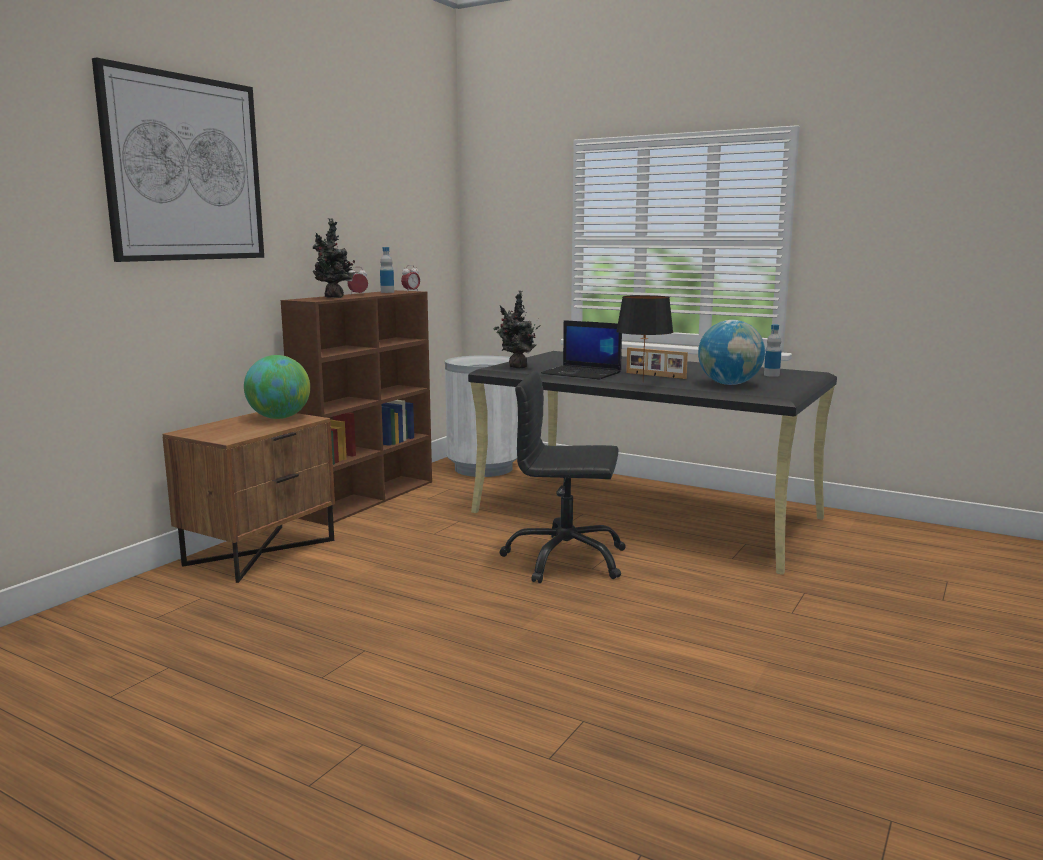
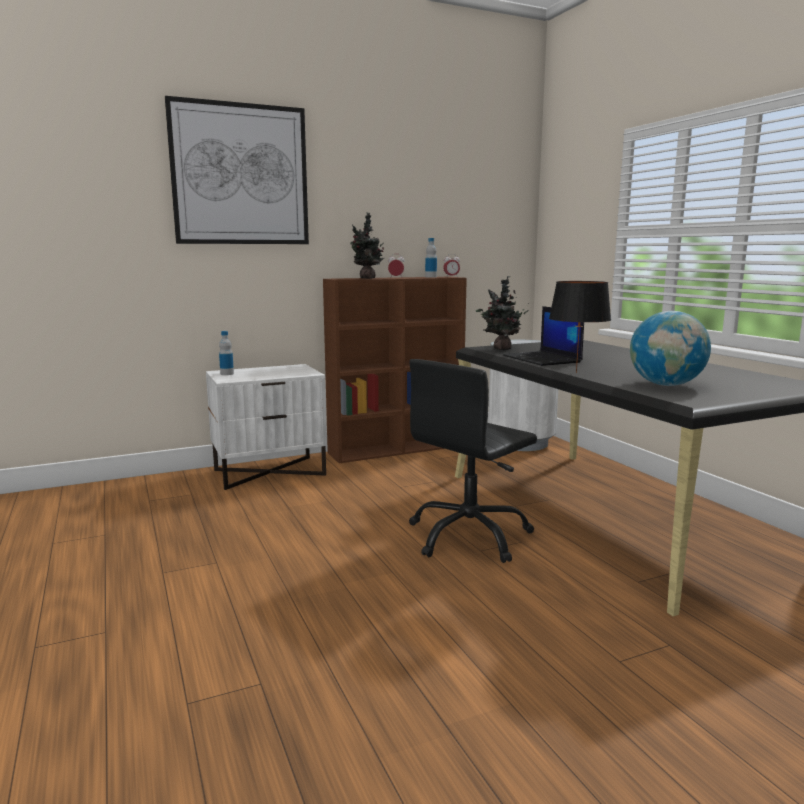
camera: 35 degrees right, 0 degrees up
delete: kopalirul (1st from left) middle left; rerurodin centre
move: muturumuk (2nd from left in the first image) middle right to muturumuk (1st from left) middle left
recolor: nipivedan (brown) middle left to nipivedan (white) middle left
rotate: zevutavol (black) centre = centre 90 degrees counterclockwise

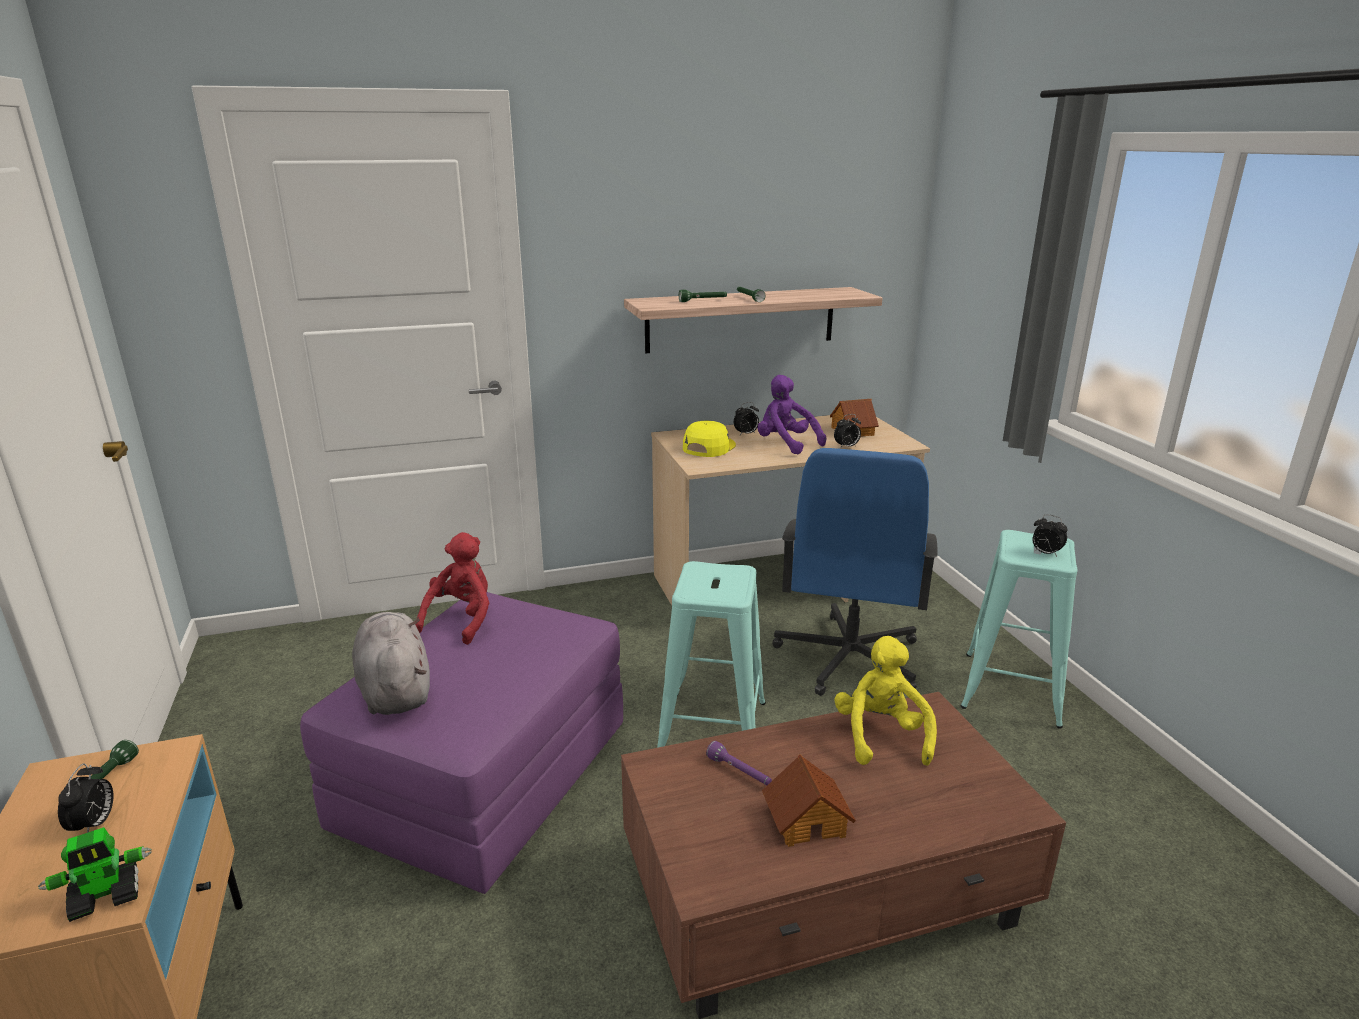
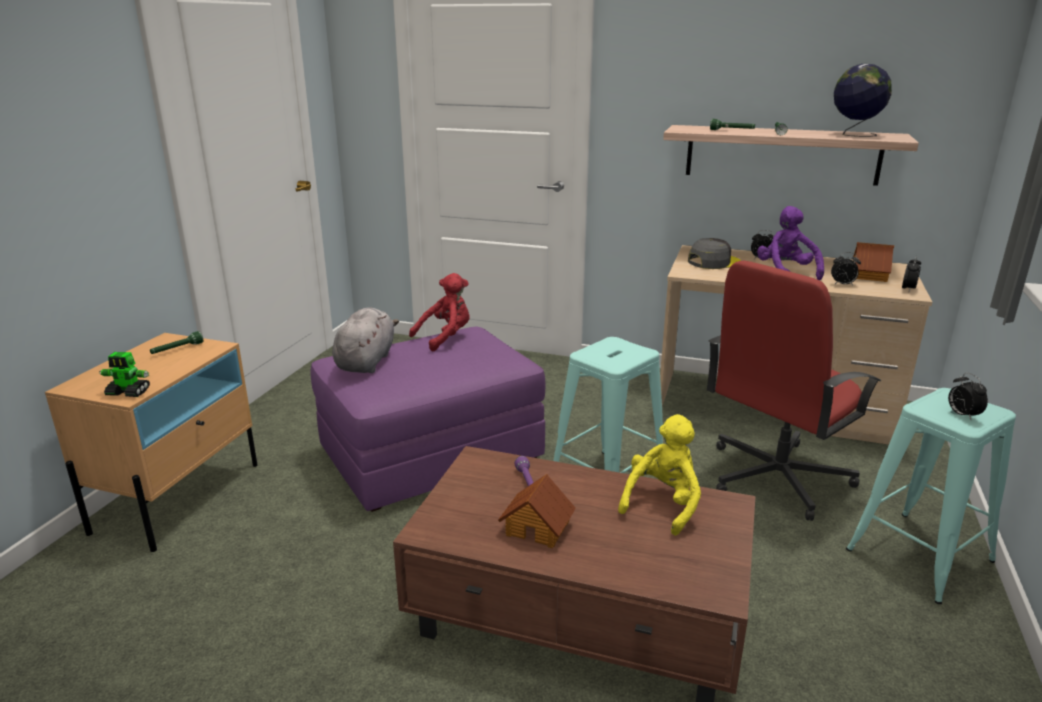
camera: 35 degrees right, 0 degrees up
insert: kopalirul top right
move: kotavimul (1st from left in the first image) bottom left to kotavimul (3rd from left) middle right
recolor: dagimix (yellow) centre to dagimix (grey) middle right; zevutavol (blue) centre to zevutavol (red) middle right

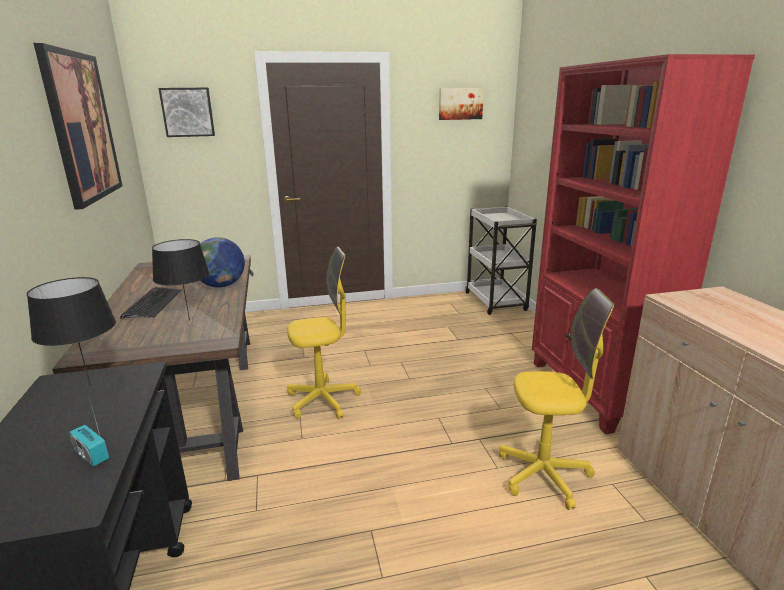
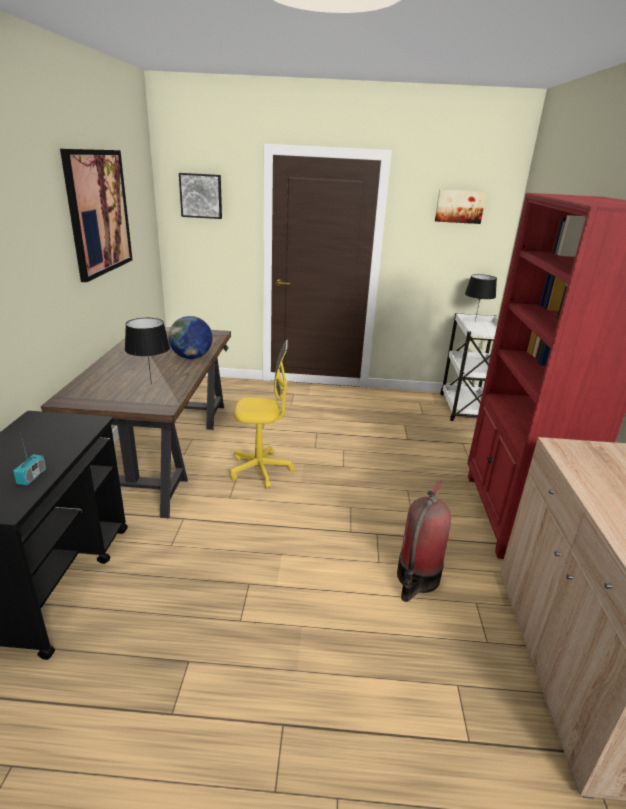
camera: 15 degrees right, 5 degrees up
delete: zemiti middle left
move: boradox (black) (1st from left in the first image) middle left to boradox (black) (2nd from left) middle right
replace: zevutavol (yellow) (2nd from left) bottom right to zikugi bottom right
rotate: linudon bottom left = middle left 135 degrees counterclockwise

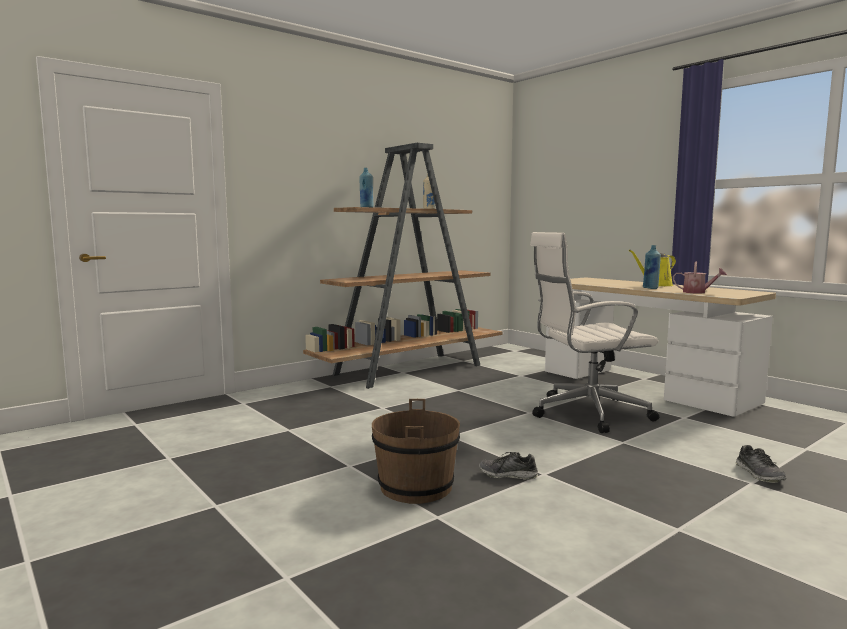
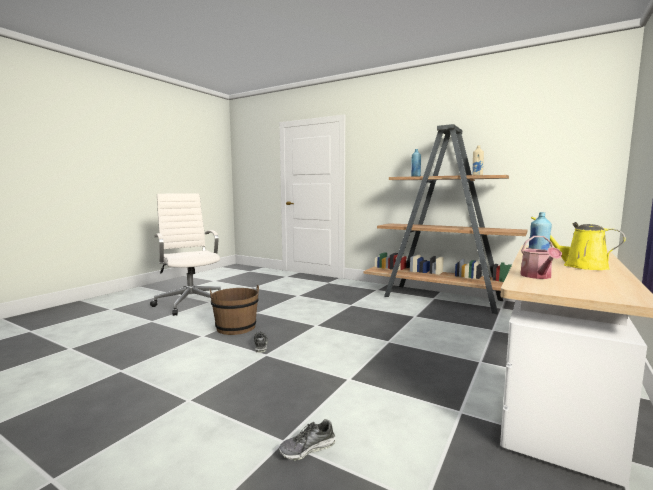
camera: 70 degrees right, 0 degrees up
move: zevutavol (white) middle right to middle left

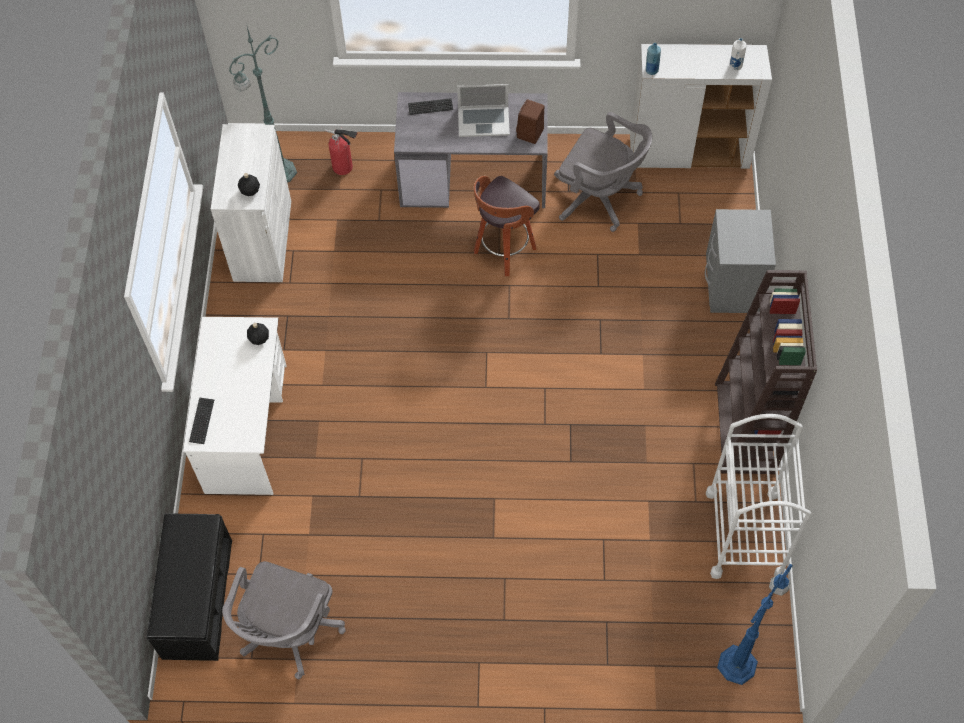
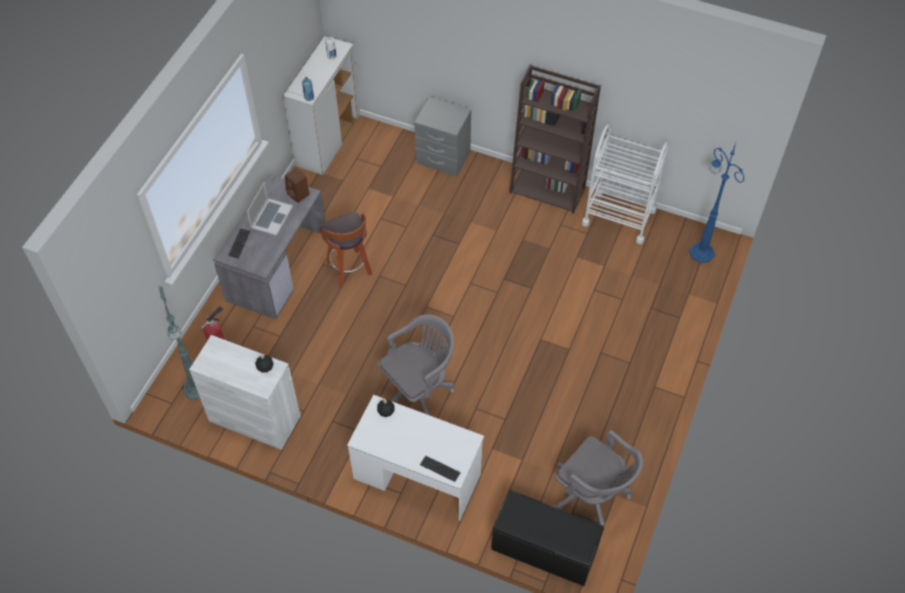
camera: 70 degrees left, 5 degrees down
move: zevutavol (grey) (2nd from left in the first image) top centre to zevutavol (grey) (1st from left) centre

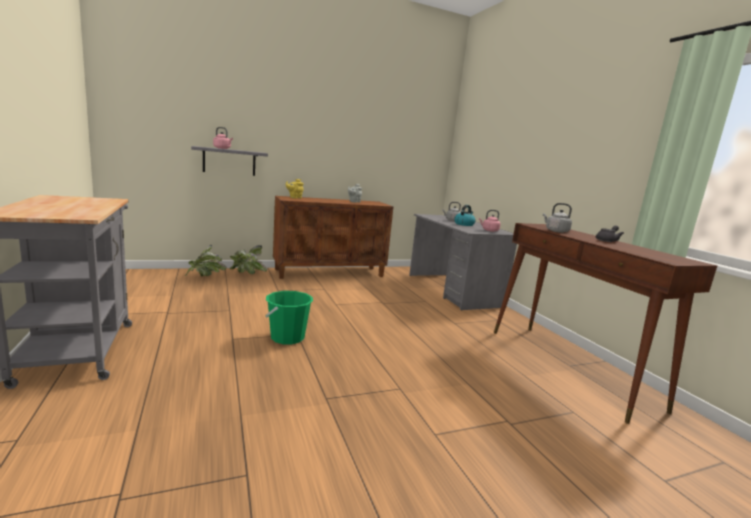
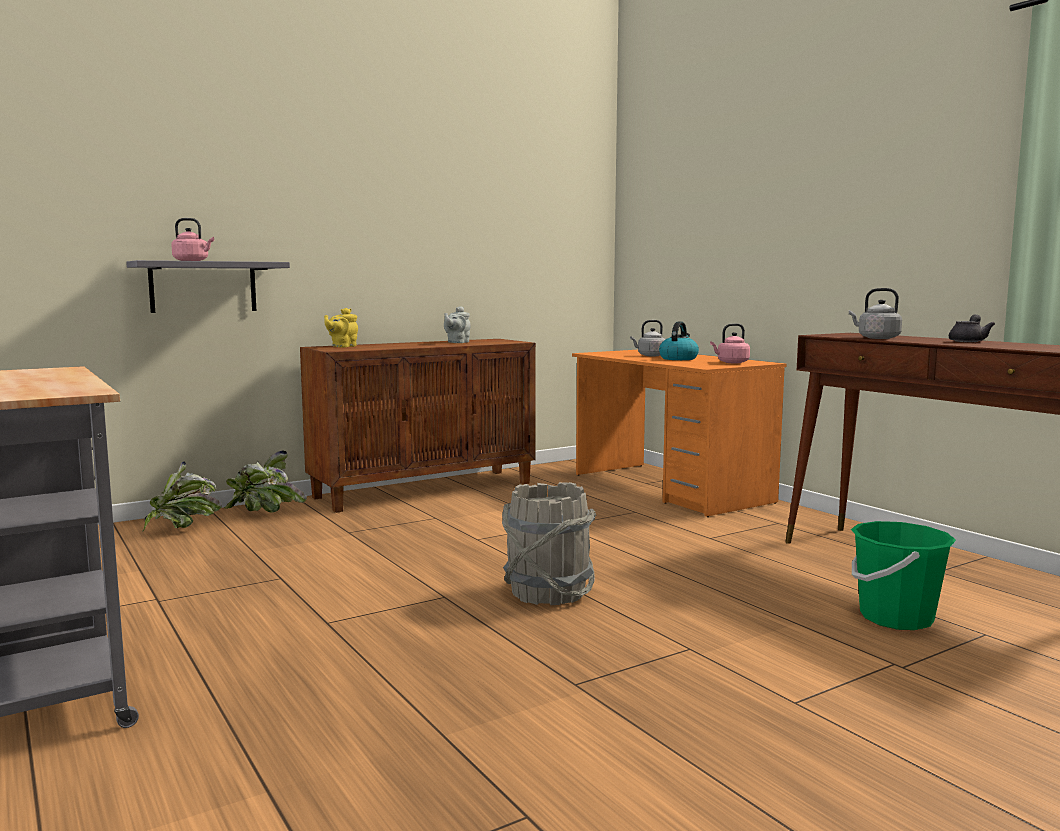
camera: 10 degrees left, 5 degrees down
insert: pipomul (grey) centre
move: pipomul (green) centre to bottom right
recolor: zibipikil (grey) centre to zibipikil (orange) centre

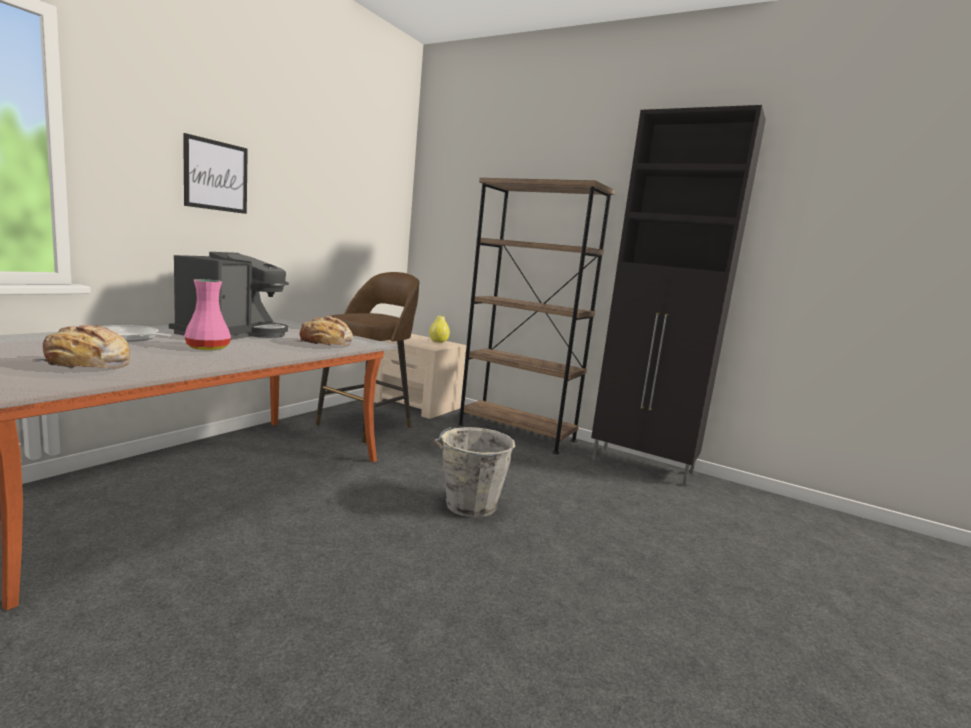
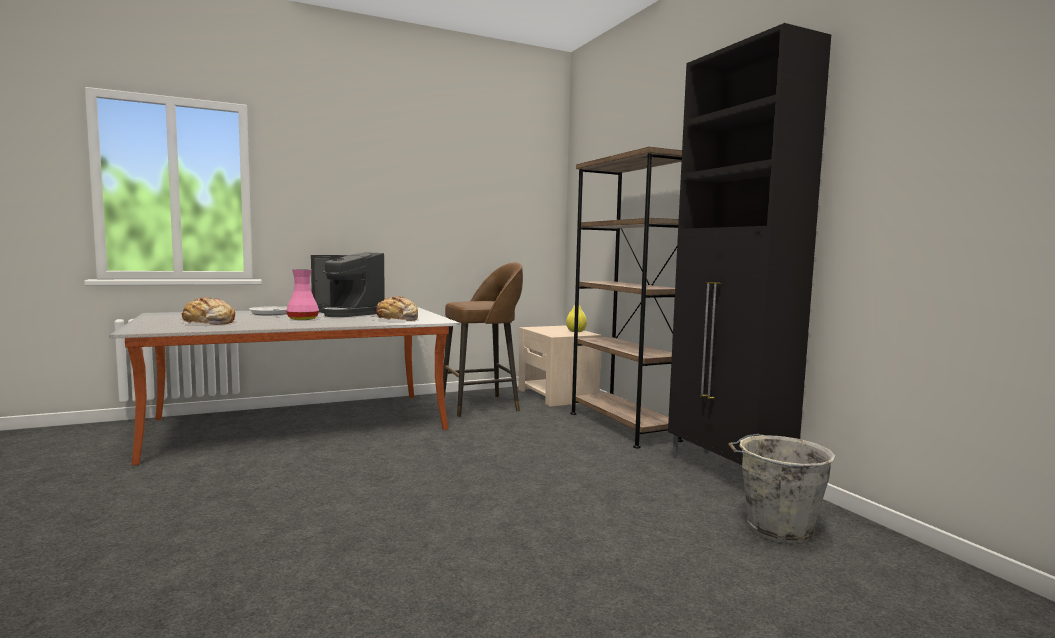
camera: 35 degrees right, 5 degrees down
delete: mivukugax top left
move: pipomul (grey) centre to bottom right
rotate: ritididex middle left = middle left 75 degrees clockwise

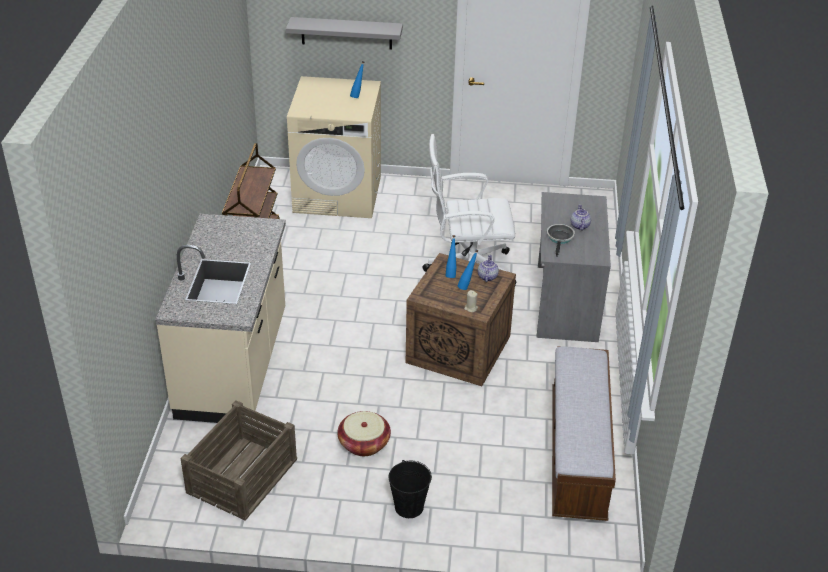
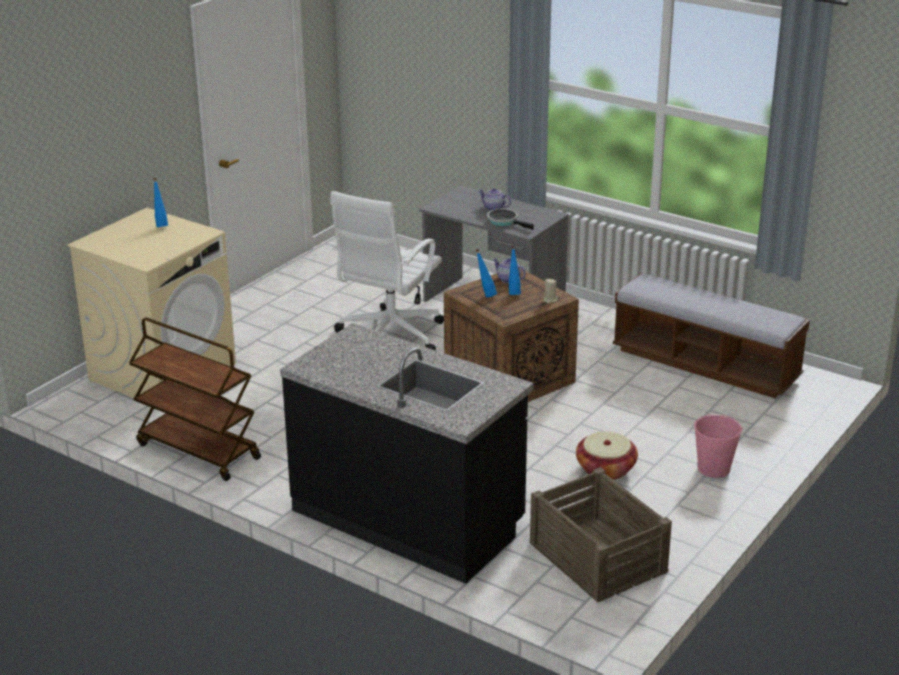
camera: 60 degrees left, 10 degrees down
delete: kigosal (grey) top centre
recolor: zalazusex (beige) middle left to zalazusex (black) bottom centre; pipomul (black) bottom centre to pipomul (pink) middle right

